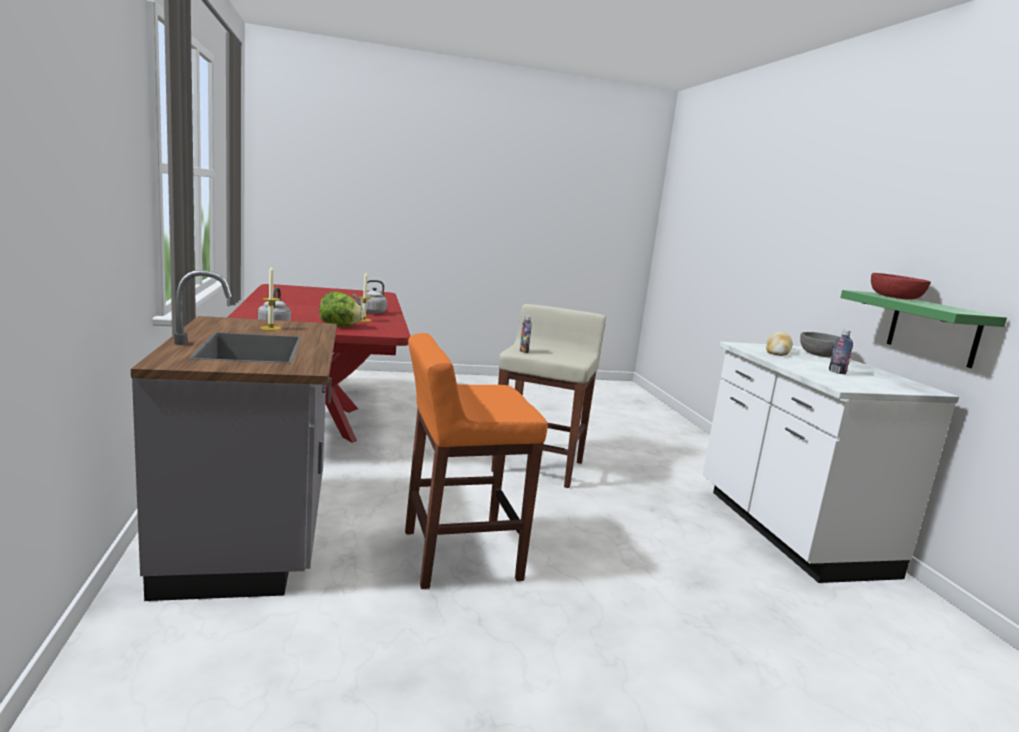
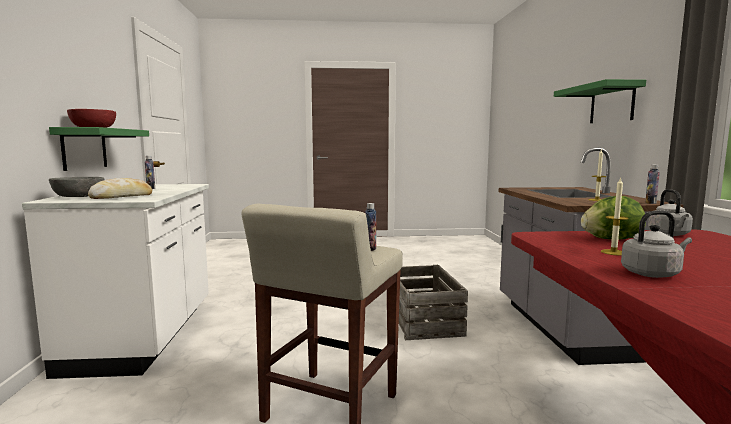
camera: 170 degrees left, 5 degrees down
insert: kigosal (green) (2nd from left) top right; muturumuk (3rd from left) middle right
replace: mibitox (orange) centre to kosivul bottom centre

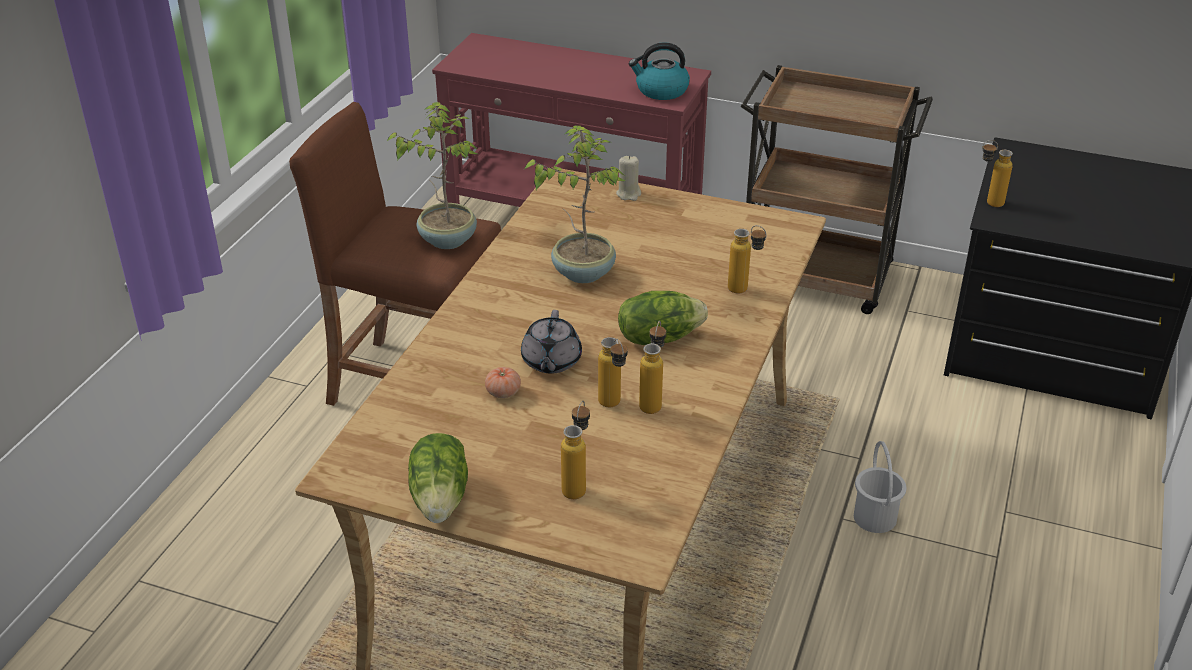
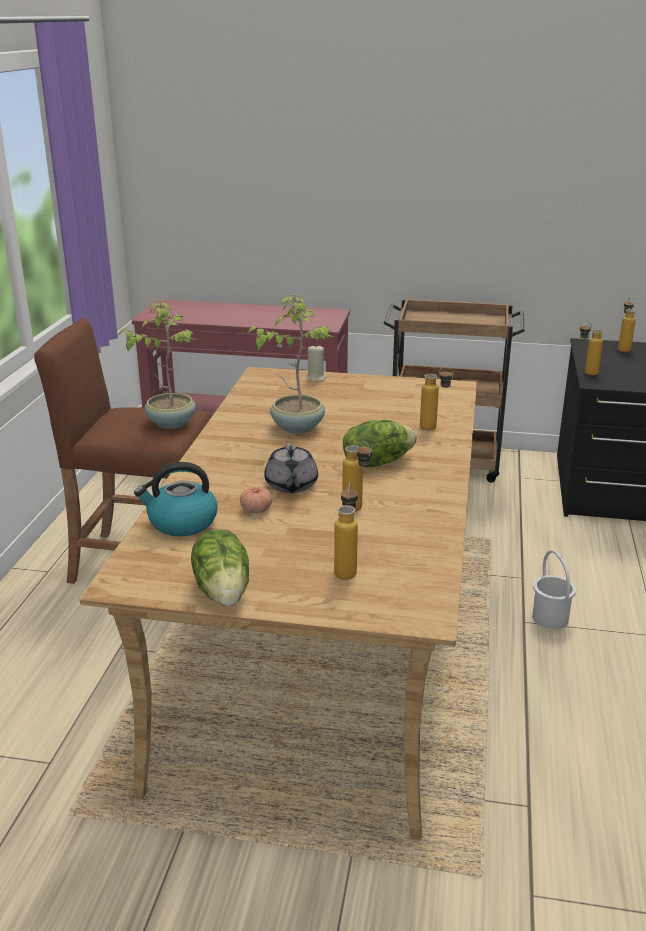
camera: 10 degrees left, 10 degrees down
move: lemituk top centre to middle left; muturumuk (3rd from left in the first image) centre to muturumuk (5th from left) middle right

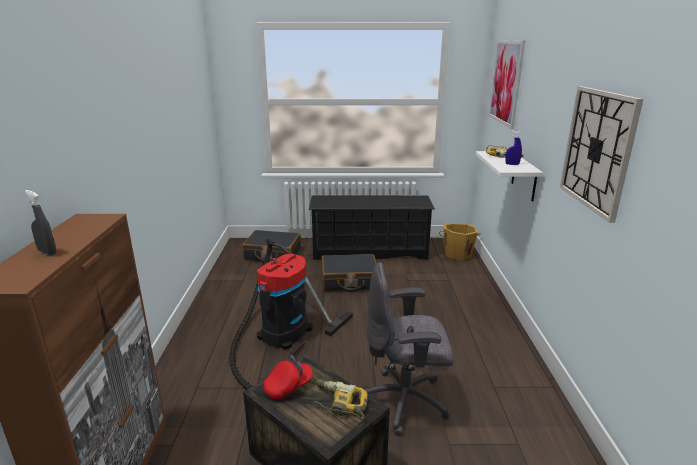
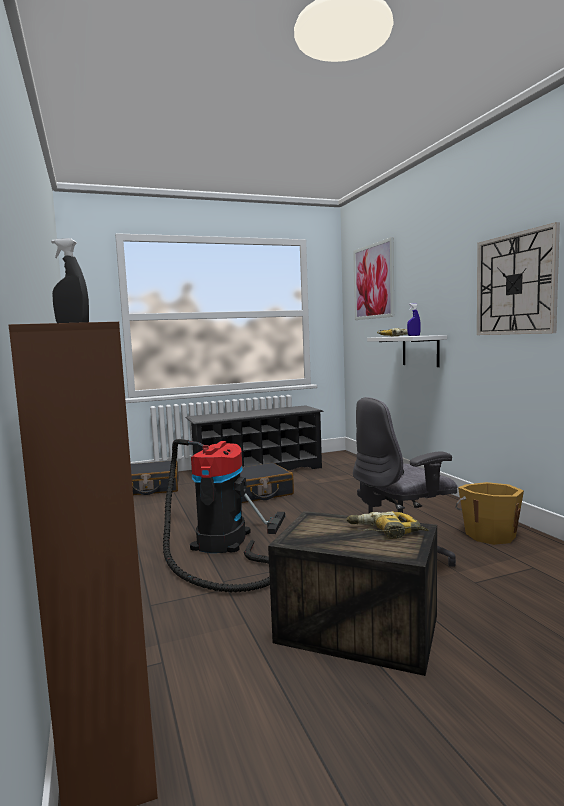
camera: 20 degrees left, 15 degrees down
delete: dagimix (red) bottom centre
move: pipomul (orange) centre to middle right

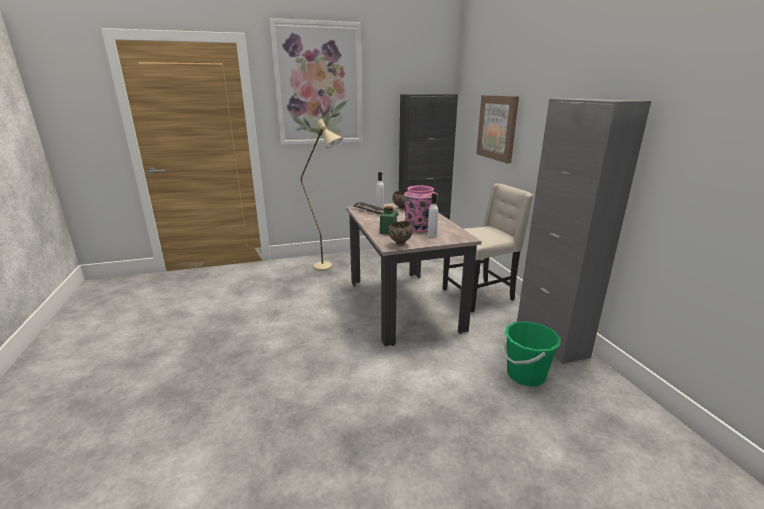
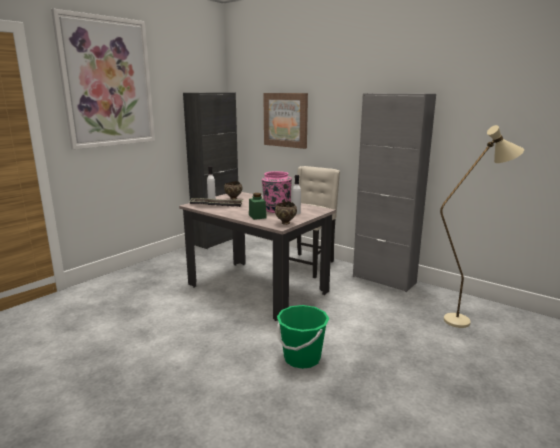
camera: 35 degrees left, 5 degrees down
move: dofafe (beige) centre to middle right; pipomul (green) bottom right to bottom centre

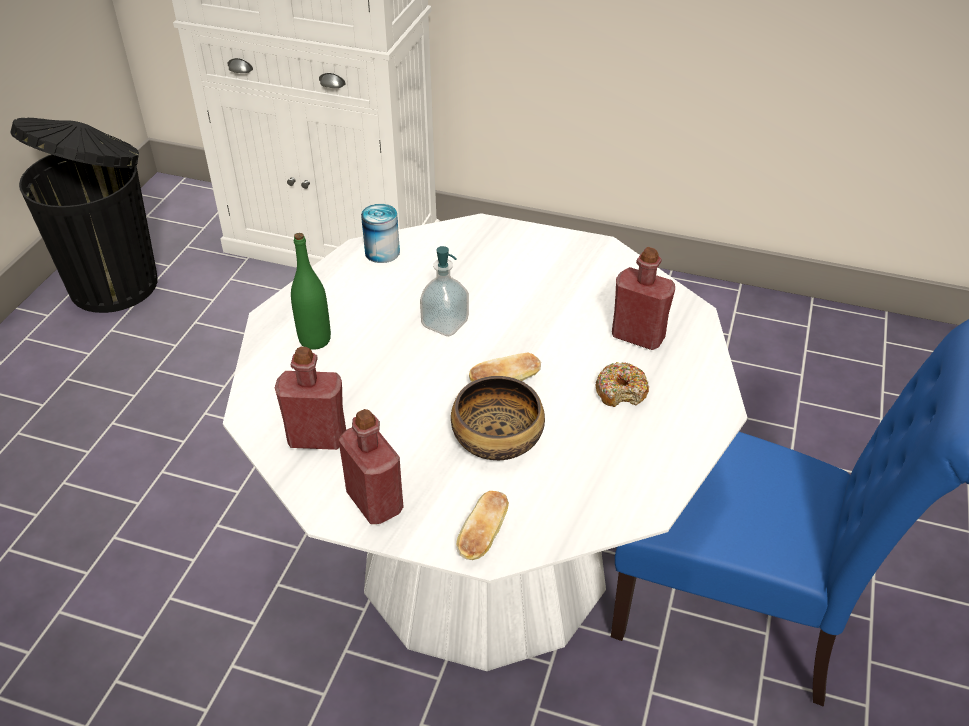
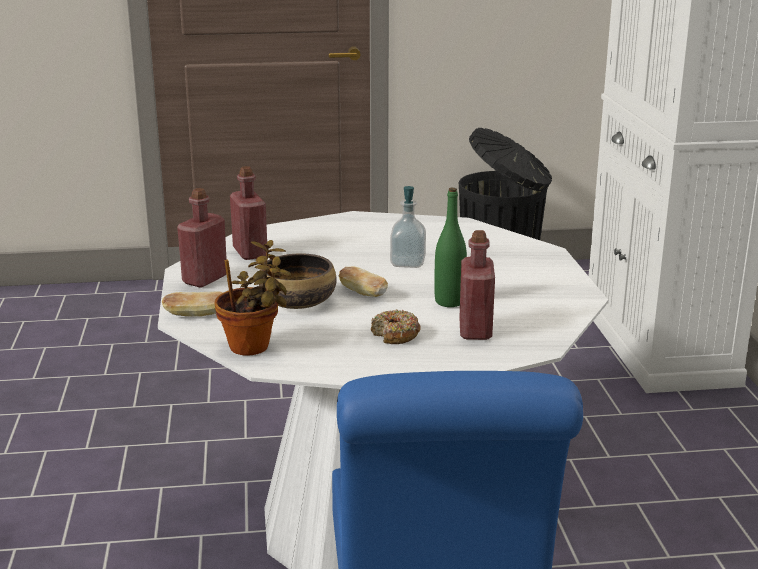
camera: 65 degrees right, 20 degrees down
delete: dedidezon top centre
insert: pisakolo middle left
move: muturumuk (green) middle left to centre

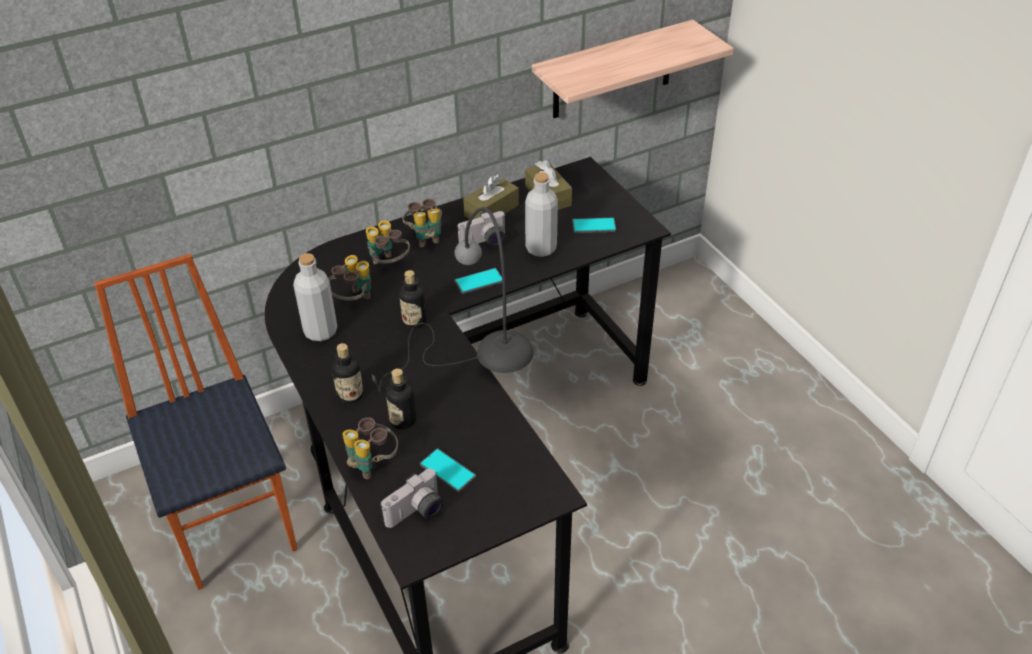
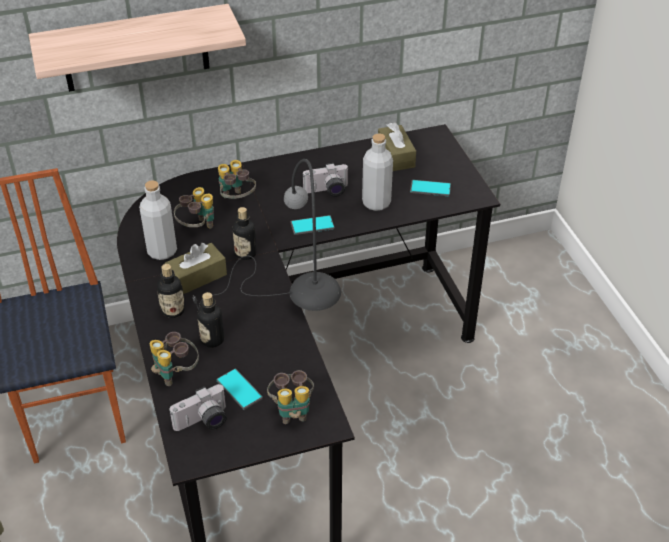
camera: 10 degrees right, 0 degrees up
move: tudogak (4th from left) centre to bottom centre; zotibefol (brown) (1st from left) top centre to middle left; kigosal top centre to top left

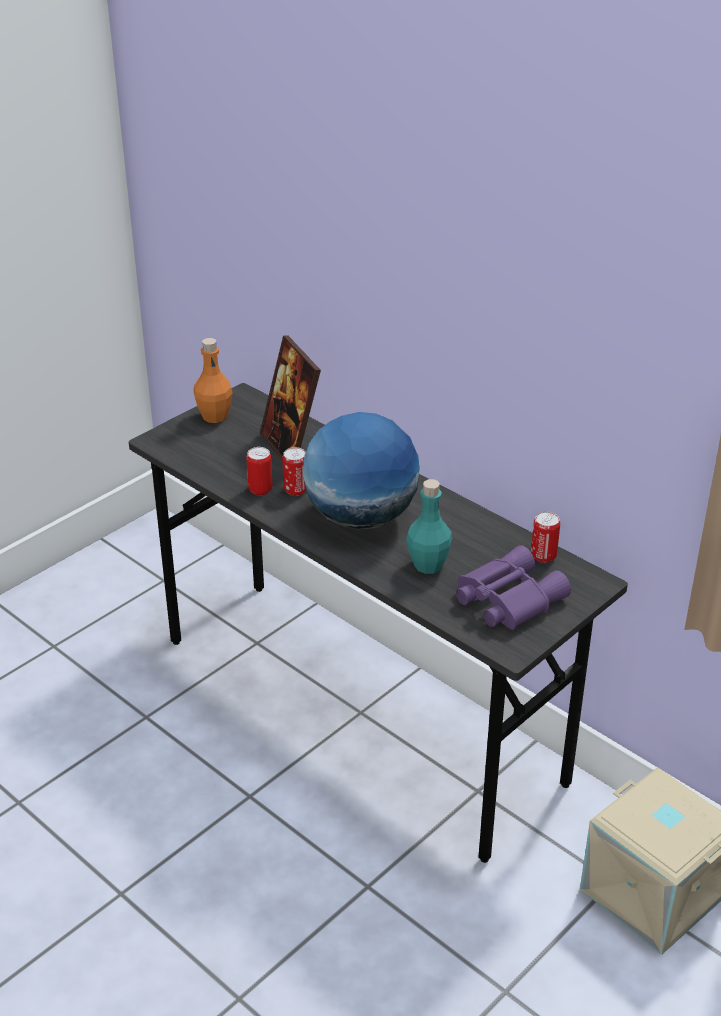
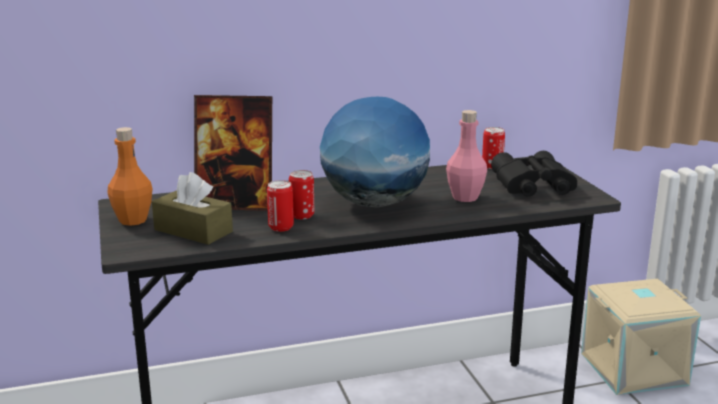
camera: 60 degrees left, 15 degrees down
insert: zotibefol (brown) middle left
recolor: muturumuk (turquoise) centre to muturumuk (pink) centre; tudogak (purple) middle right to tudogak (black) middle right

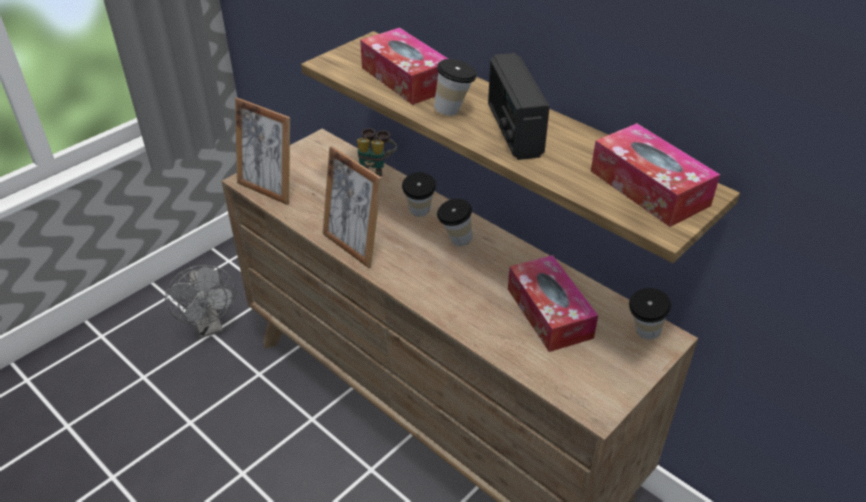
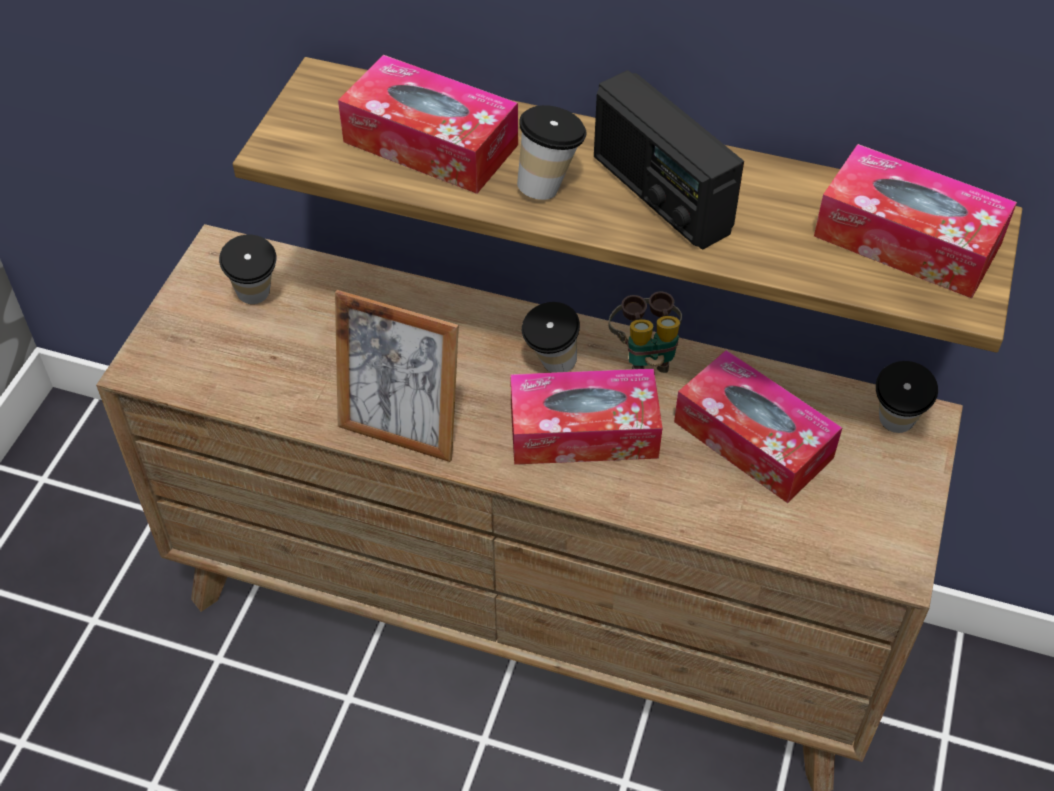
camera: 25 degrees left, 10 degrees up
delete: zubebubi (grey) middle left; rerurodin (1st from left) top left
insert: zotibefol (2nd from left) centre
move: tudogak top centre to centre; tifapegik (1st from left) centre to middle left

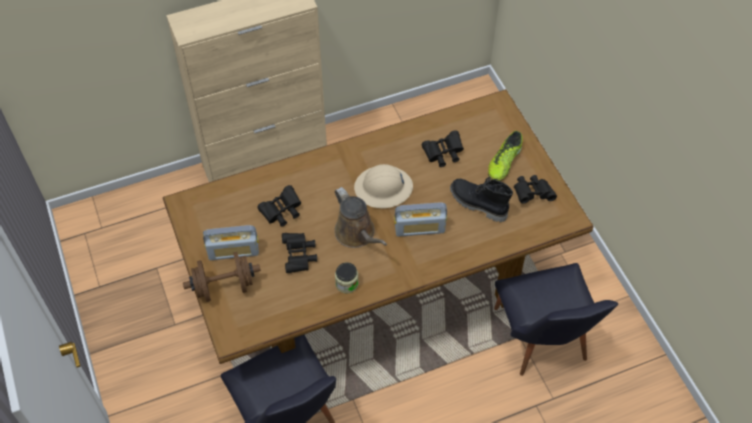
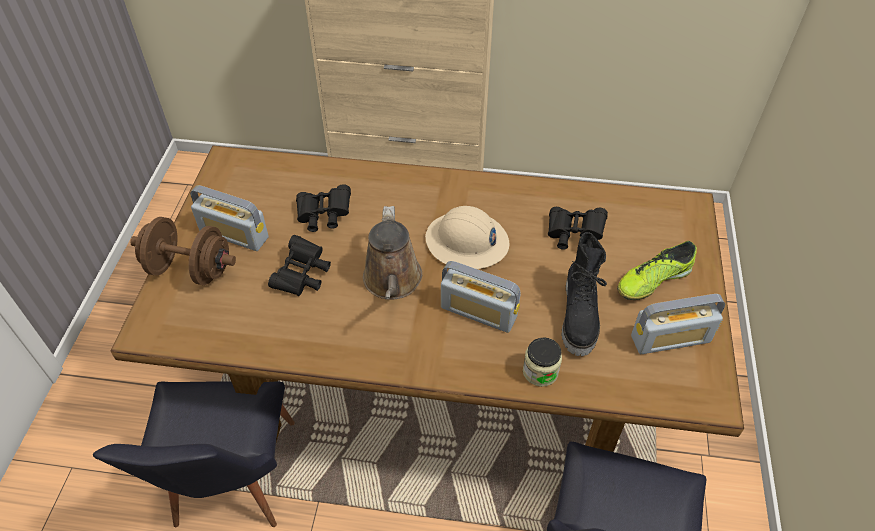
camera: 30 degrees right, 5 degrees down
move: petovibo centre to bottom centre
replace: tudogak (black) (4th from left) middle right to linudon (3rd from left) middle right
rotate: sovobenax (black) centre = middle right 150 degrees counterclockwise

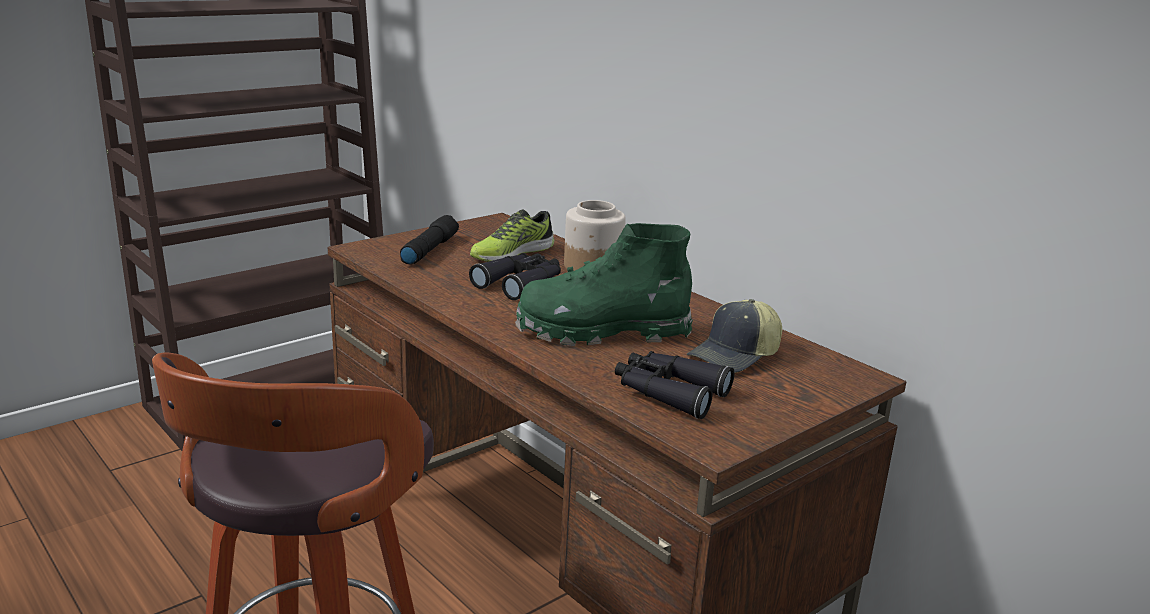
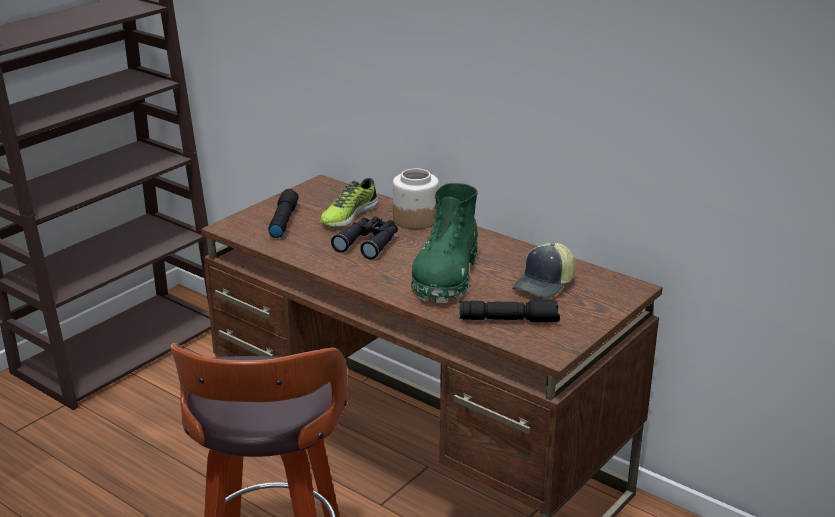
camera: 10 degrees left, 5 degrees up
replace: tudogak (black) (2nd from left) centre to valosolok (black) (2nd from left) centre
rotate: sovobenax (green) centre = centre 60 degrees counterclockwise

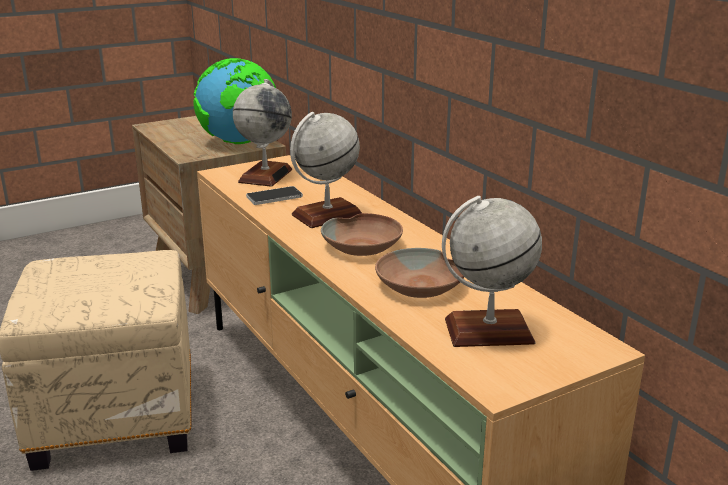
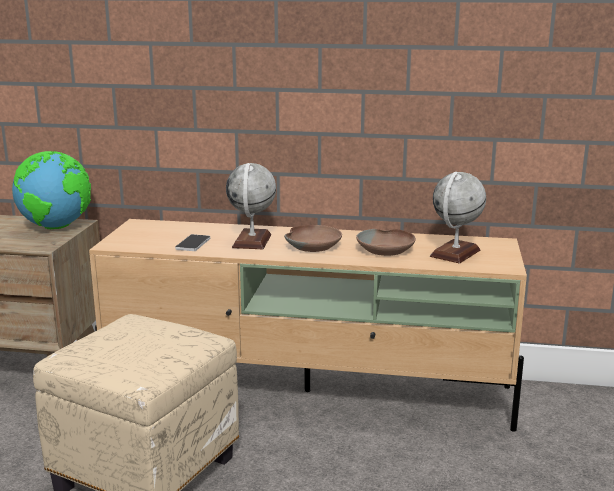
camera: 50 degrees left, 5 degrees down
delete: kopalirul (2nd from left) top centre

